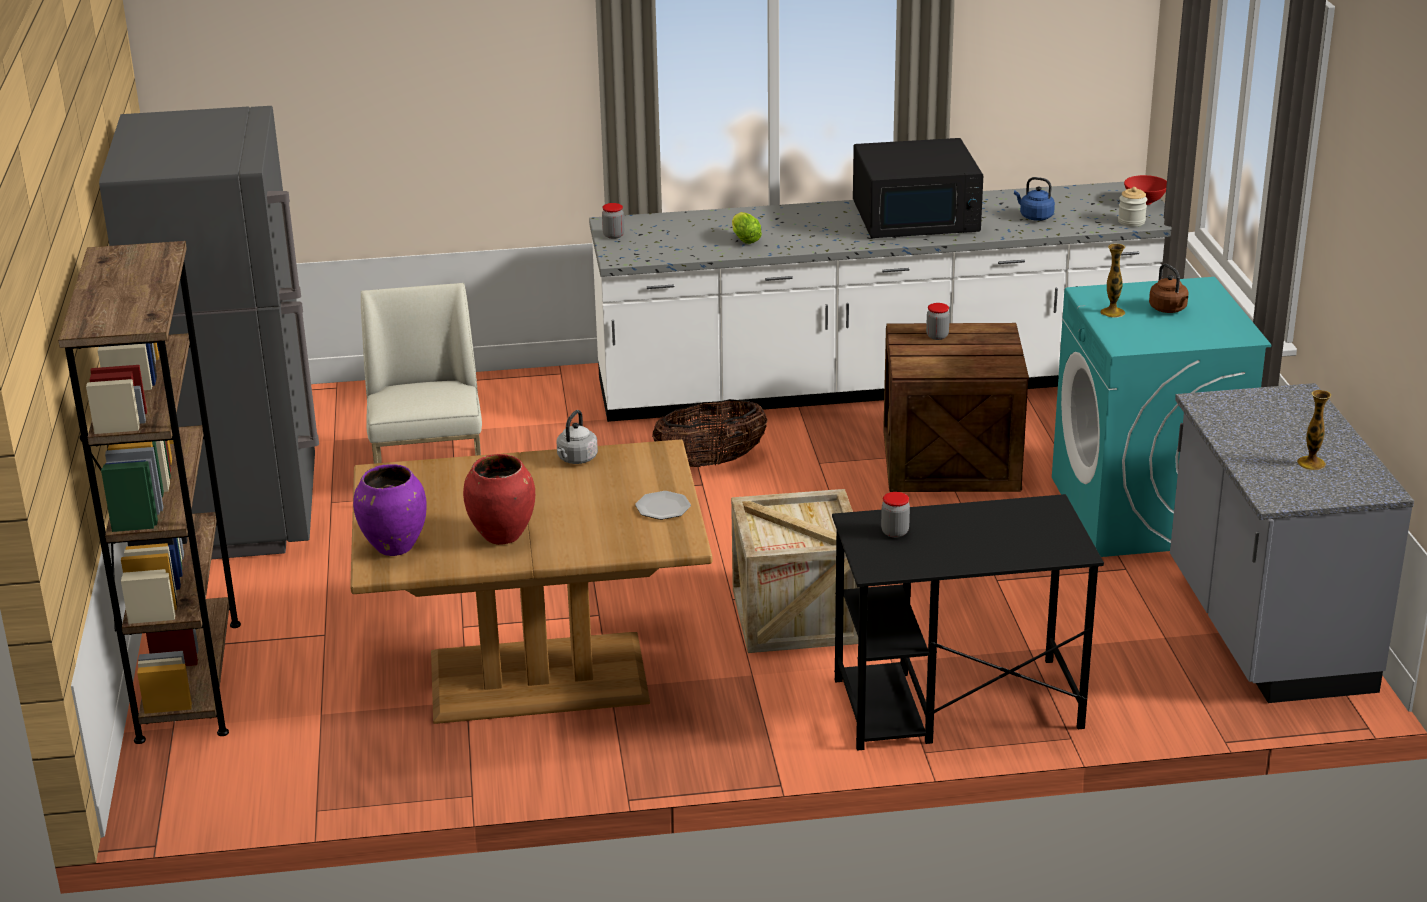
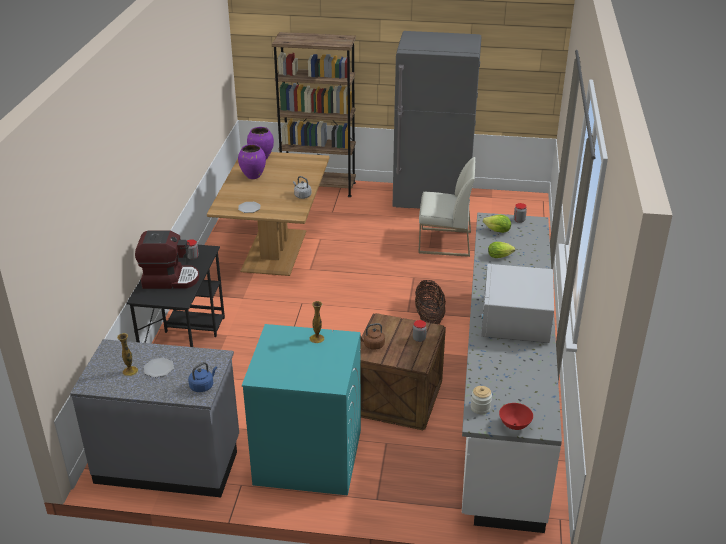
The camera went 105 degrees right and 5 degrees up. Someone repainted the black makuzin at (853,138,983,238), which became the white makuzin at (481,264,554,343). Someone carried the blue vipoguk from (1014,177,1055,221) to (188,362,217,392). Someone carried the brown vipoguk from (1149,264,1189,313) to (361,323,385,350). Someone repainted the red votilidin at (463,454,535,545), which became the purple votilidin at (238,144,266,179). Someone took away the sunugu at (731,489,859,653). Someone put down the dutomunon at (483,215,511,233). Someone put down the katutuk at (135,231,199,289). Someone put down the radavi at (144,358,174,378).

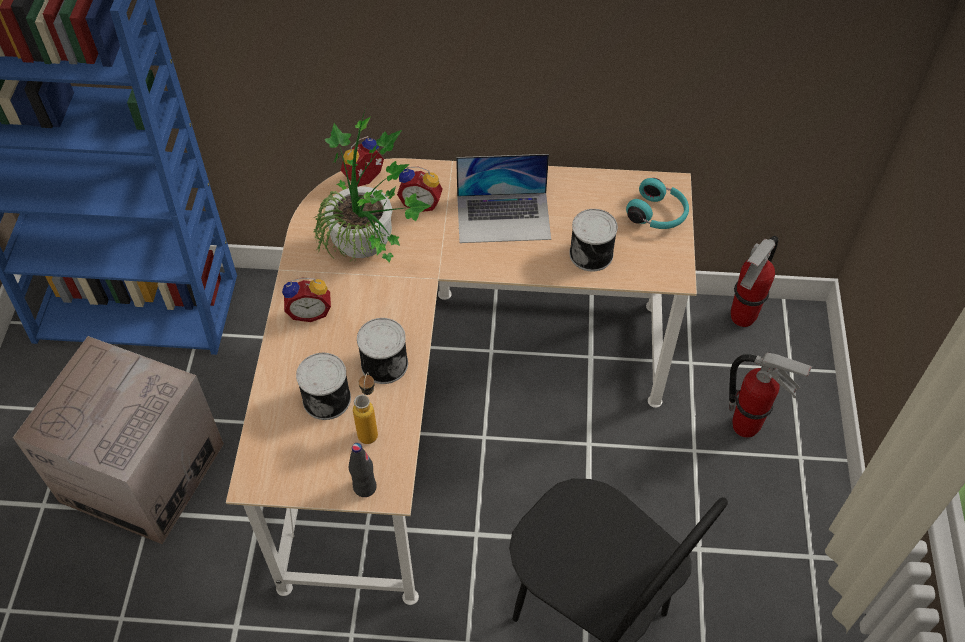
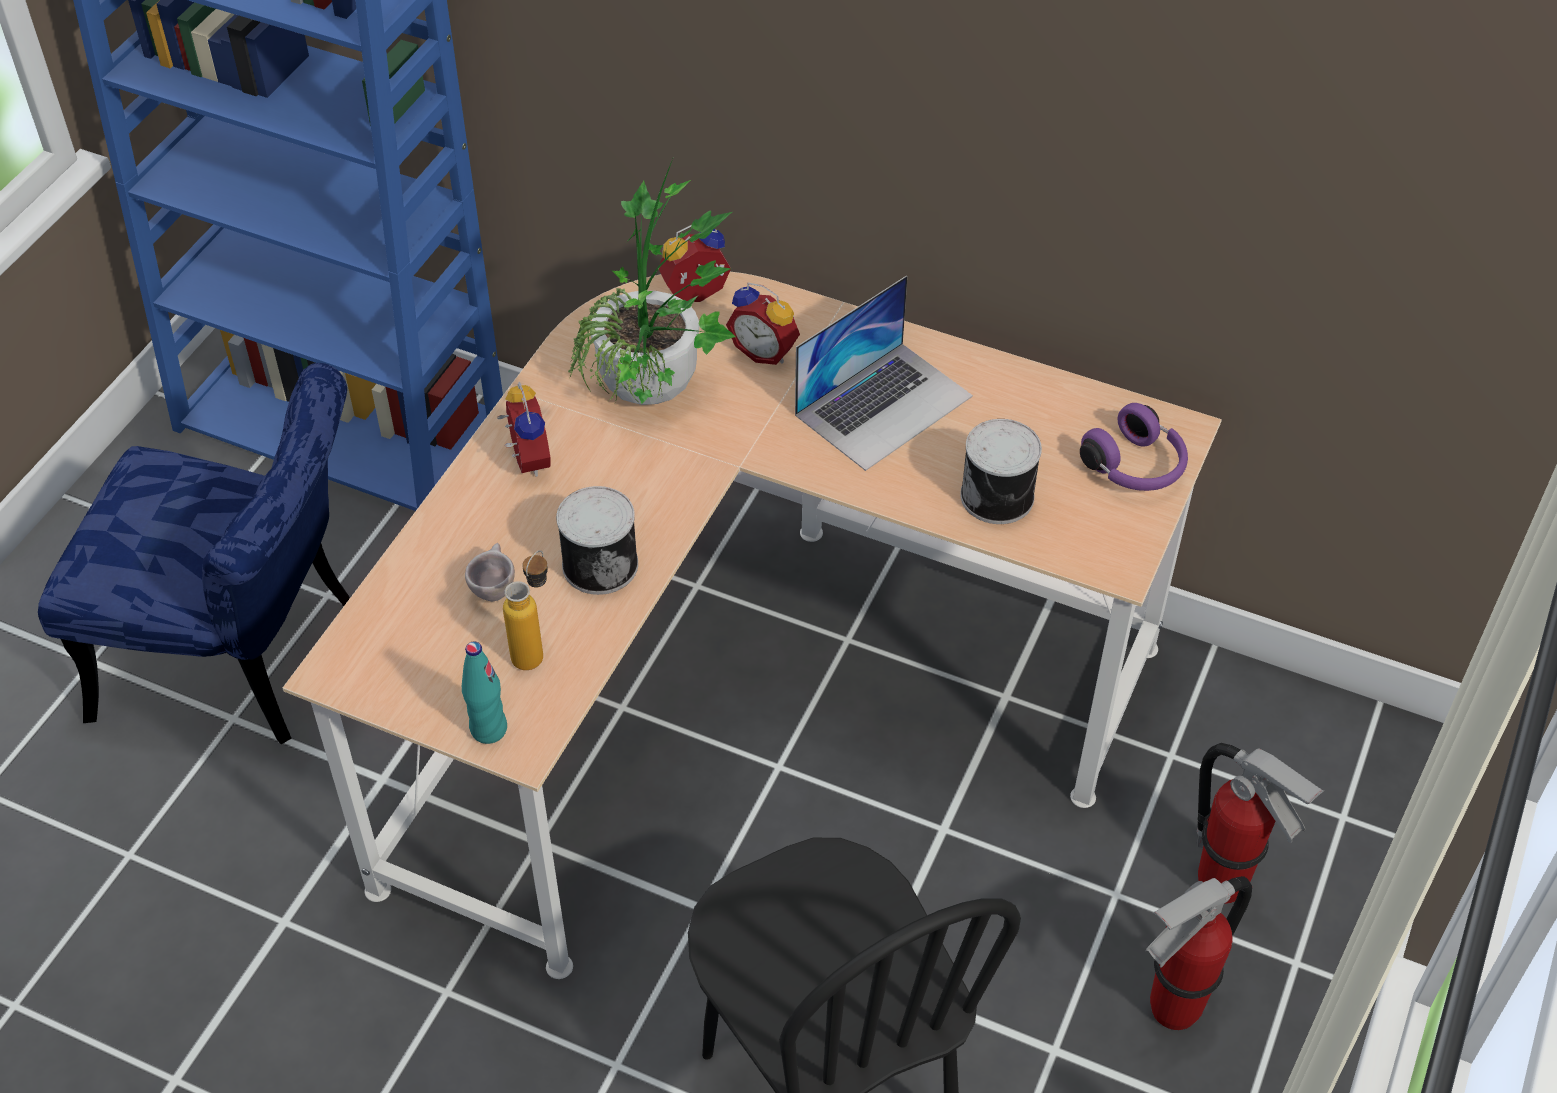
The camera went 20 degrees right and 5 degrees down. Someone rotated the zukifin at (456,154,551,243) by 60 degrees counterclockwise. Someone repainted the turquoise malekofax at (626,178,689,229), which became the purple malekofax at (1080,403,1188,491). Someone carried the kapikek from (731,236,778,327) to (1146,876,1252,1030). Someone rotated the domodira at (282,278,331,322) by 120 degrees counterclockwise. Someone swapped the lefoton at (13,336,224,544) for the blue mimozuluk at (38,363,350,744). Someone swapped the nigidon at (296,353,351,420) for the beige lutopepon at (465,543,515,601). Someone repainted the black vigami at (349,443,377,497), which became the turquoise vigami at (462,642,507,744).

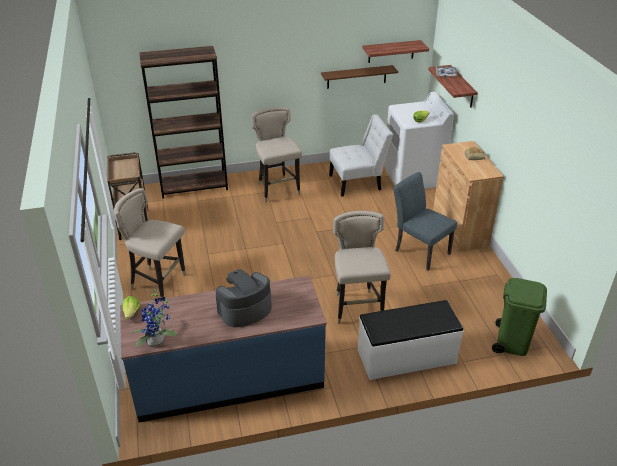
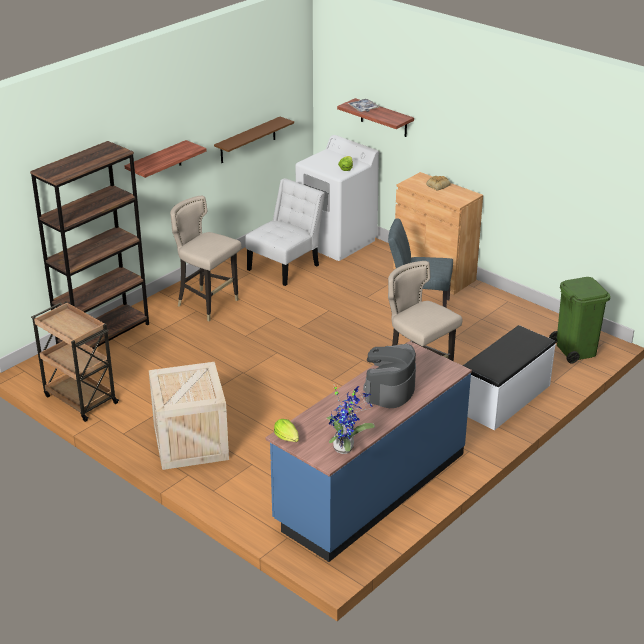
The camera went 35 degrees left and 5 degrees down. Someone carried the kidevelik from (363,40,429,63) to (125,140,207,178). Someone swapped the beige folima at (114,188,186,298) for the sunugu at (149,362,229,470).

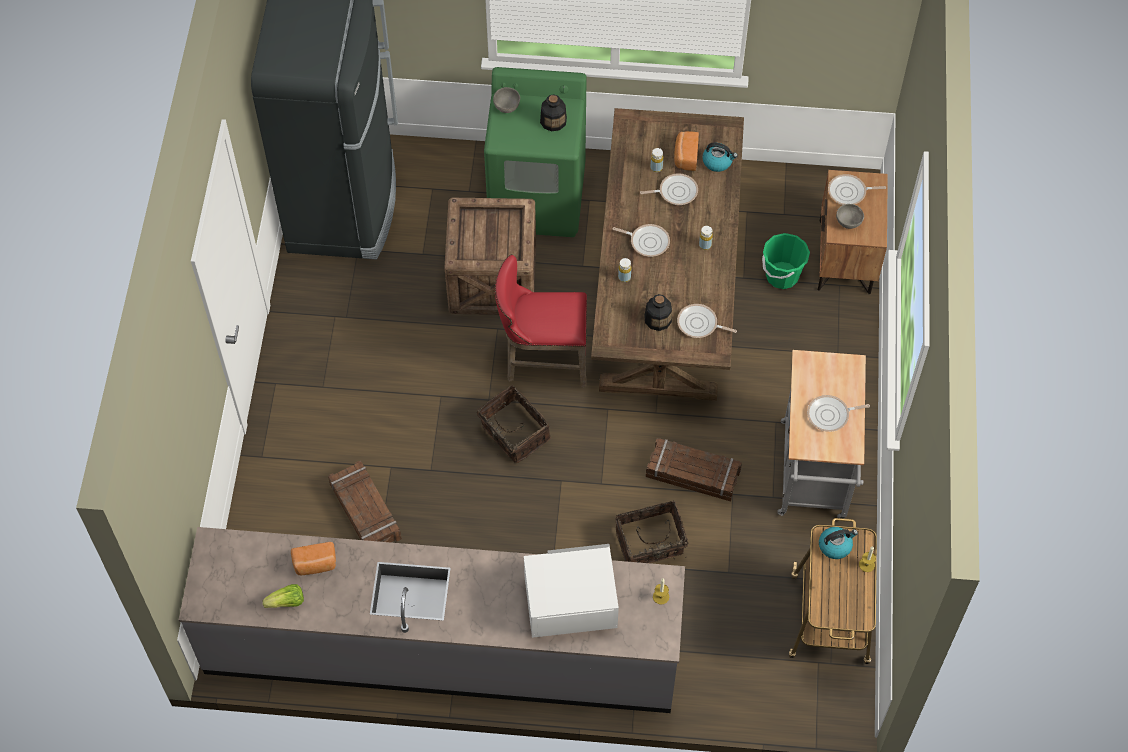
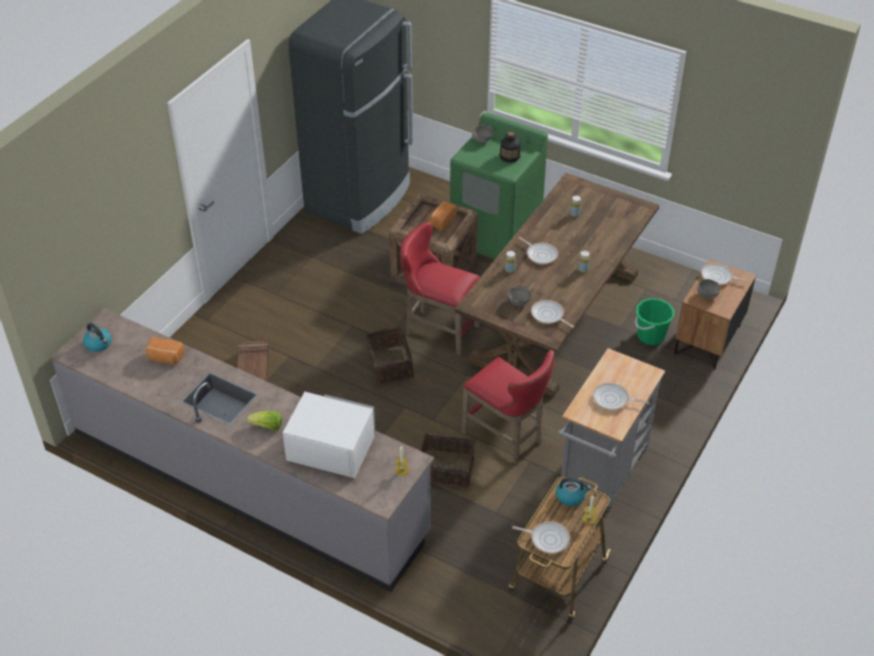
The camera went 25 degrees right and 15 degrees down. Someone carried the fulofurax from (674,131,699,171) to (430,201,457,231). Someone carried the vipoguk from (702,143,738,172) to (83,323,111,352). Someone carried the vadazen from (640,173,698,205) to (512,521,570,554). Someone swapped the vigami at (644,294,672,331) for the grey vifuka at (508,286,531,306). Someone swapped the sunugu at (646,438,742,501) for the red folima at (462,350,555,464). Someone carried the dutomunon from (263,584,304,608) to (247,411,282,431).

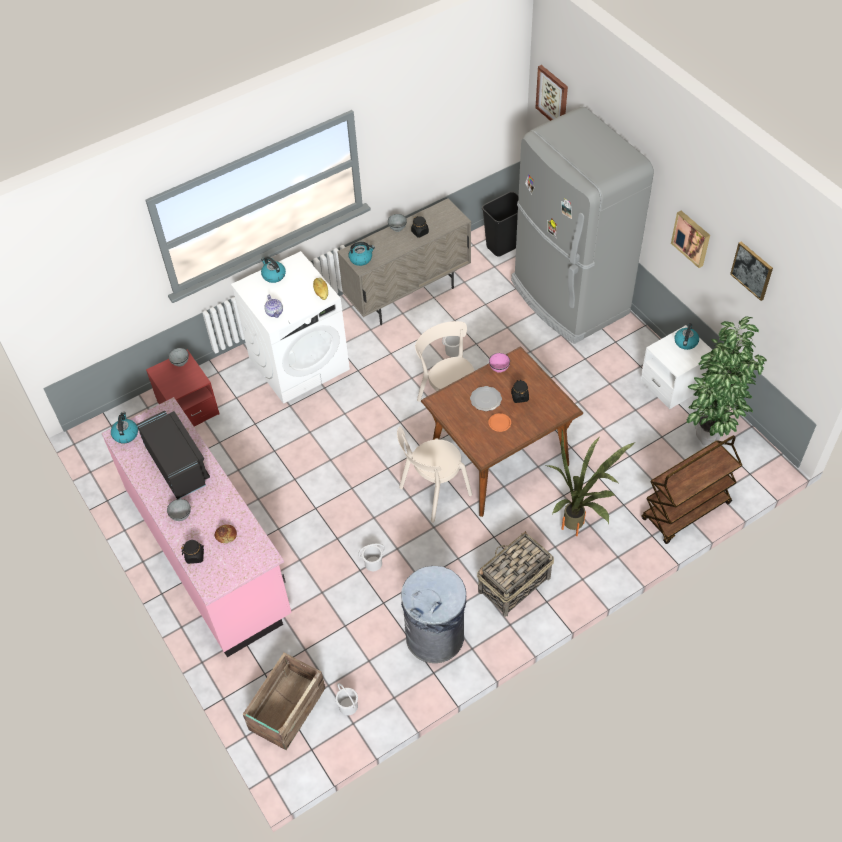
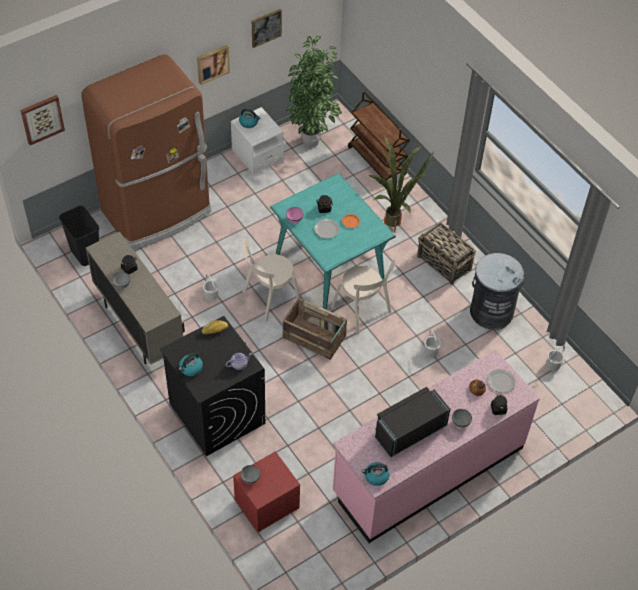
The camera went 95 degrees left and 0 degrees up. Someone repainted the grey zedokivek at (511,107,654,344), which became the brown zedokivek at (81,54,211,250). Someone took away the vipoguk at (348,242,375,266). Someone repainted the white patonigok at (231,251,350,404), which became the black patonigok at (160,316,265,456). Someone repainted the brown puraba at (421,346,583,517), which became the turquoise puraba at (270,173,396,310). Someone carried the sunugu from (243,653,325,750) to (283,298,347,360). Someone put down the radavi at (487,369,516,393).

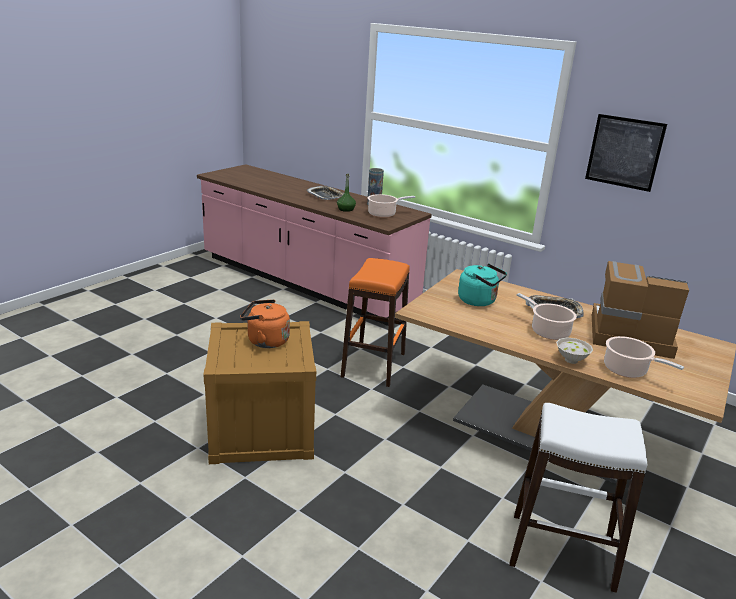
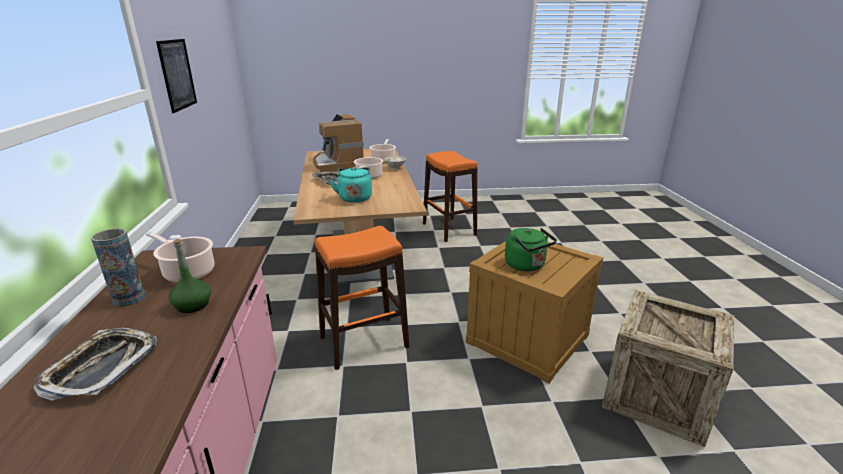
The camera went 130 degrees left and 0 degrees up. Someone repainted the orange vipoguk at (240,299,290,348), which became the green vipoguk at (505,228,557,271). Someone repainted the white folima at (509,403,647,593), which became the orange folima at (423,151,477,242). Someone put down the sunugu at (602,290,734,447).

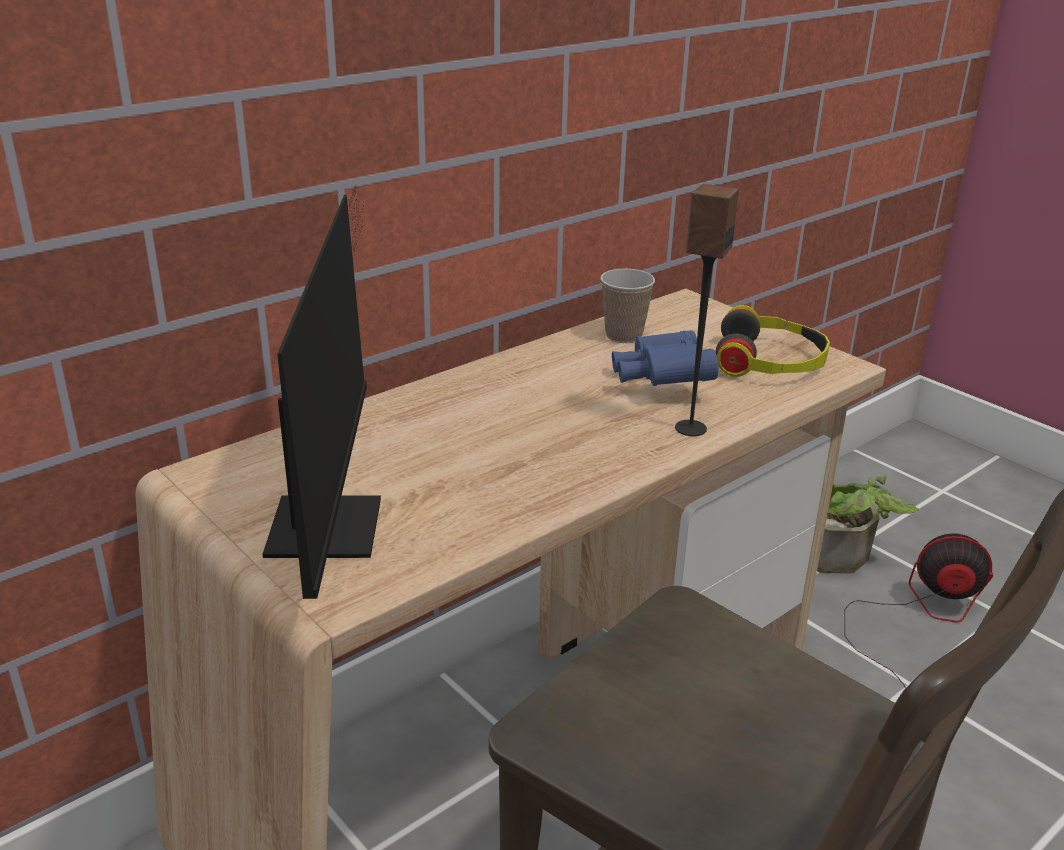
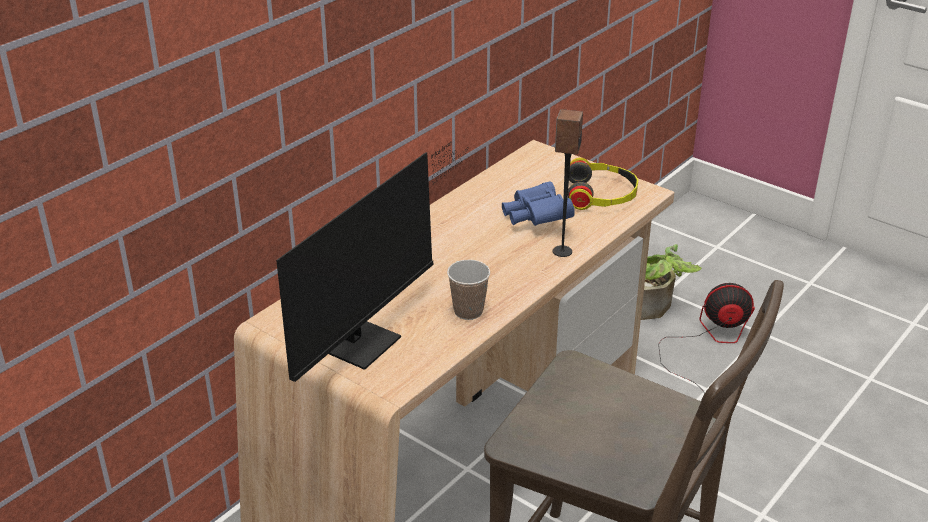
The camera went 10 degrees left and 5 degrees up. Someone rotated the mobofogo at (263,187,381,599) by 45 degrees clockwise. Someone carried the lutopepon from (600,269,655,343) to (447,260,490,320).

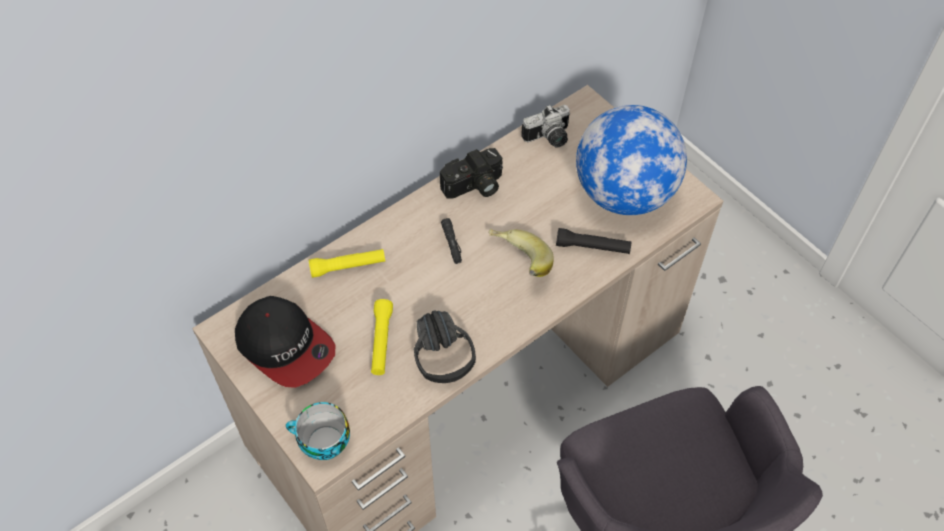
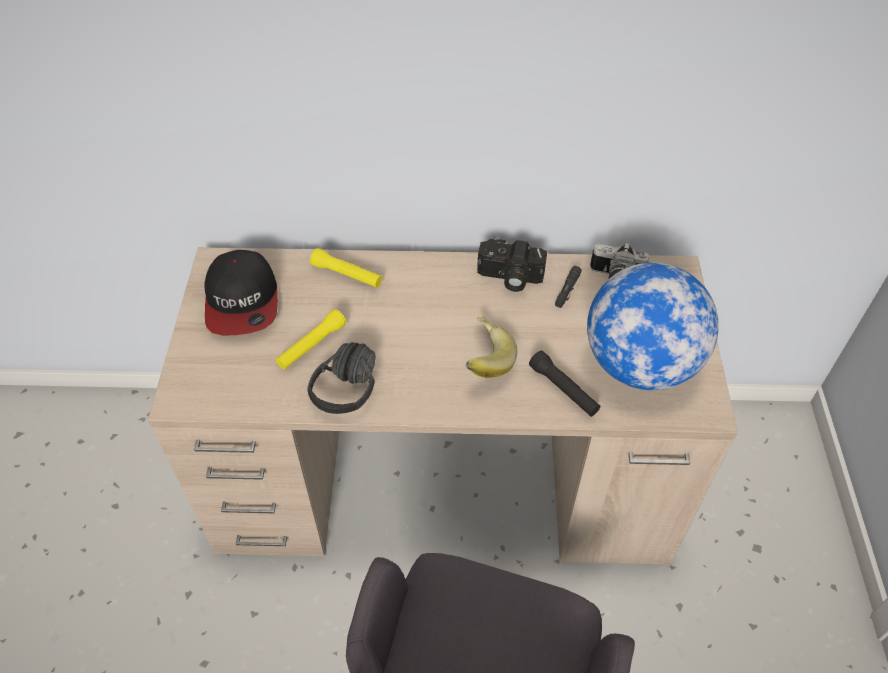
The camera went 40 degrees right and 5 degrees down. Someone carried the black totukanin from (441,218,462,264) to (555,266,582,308). Someone took away the lutopepon at (286,402,350,460).

